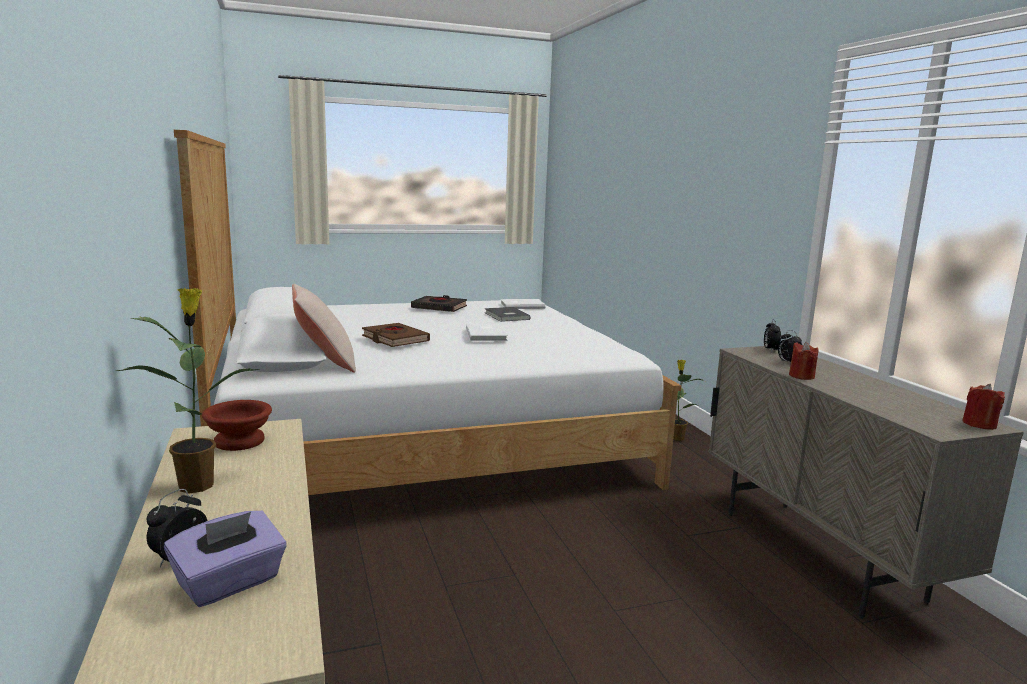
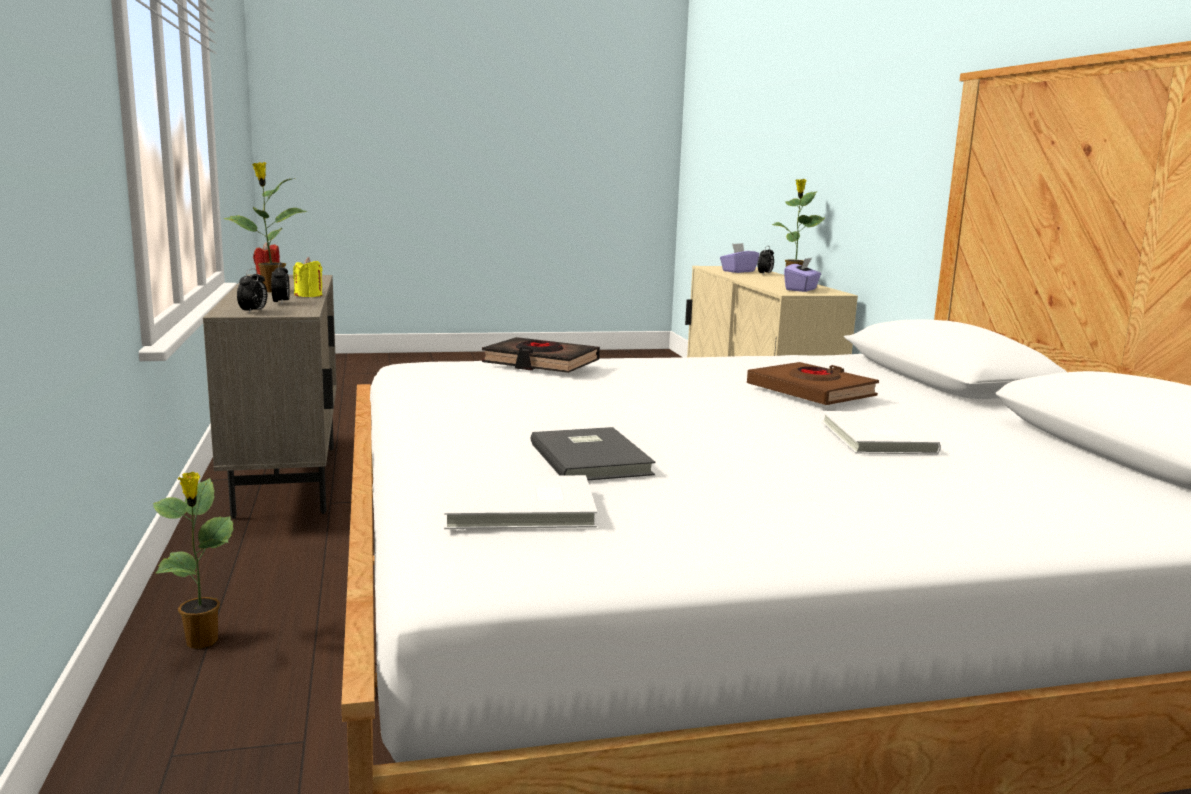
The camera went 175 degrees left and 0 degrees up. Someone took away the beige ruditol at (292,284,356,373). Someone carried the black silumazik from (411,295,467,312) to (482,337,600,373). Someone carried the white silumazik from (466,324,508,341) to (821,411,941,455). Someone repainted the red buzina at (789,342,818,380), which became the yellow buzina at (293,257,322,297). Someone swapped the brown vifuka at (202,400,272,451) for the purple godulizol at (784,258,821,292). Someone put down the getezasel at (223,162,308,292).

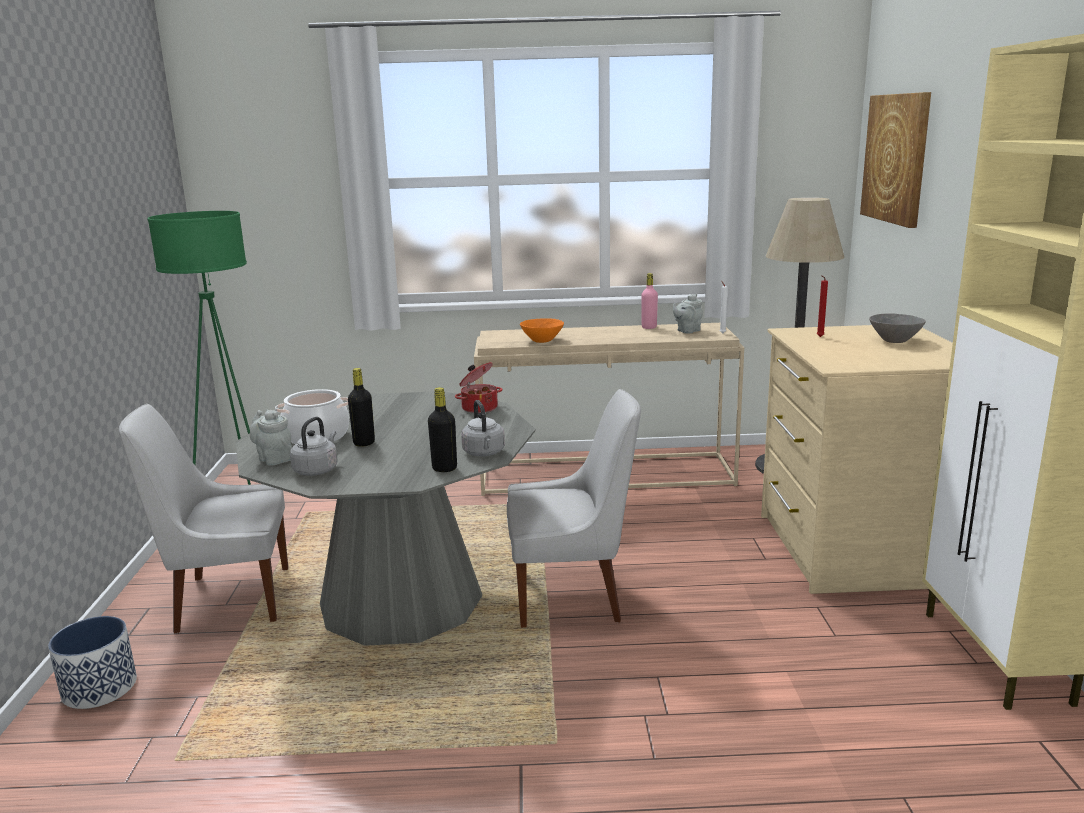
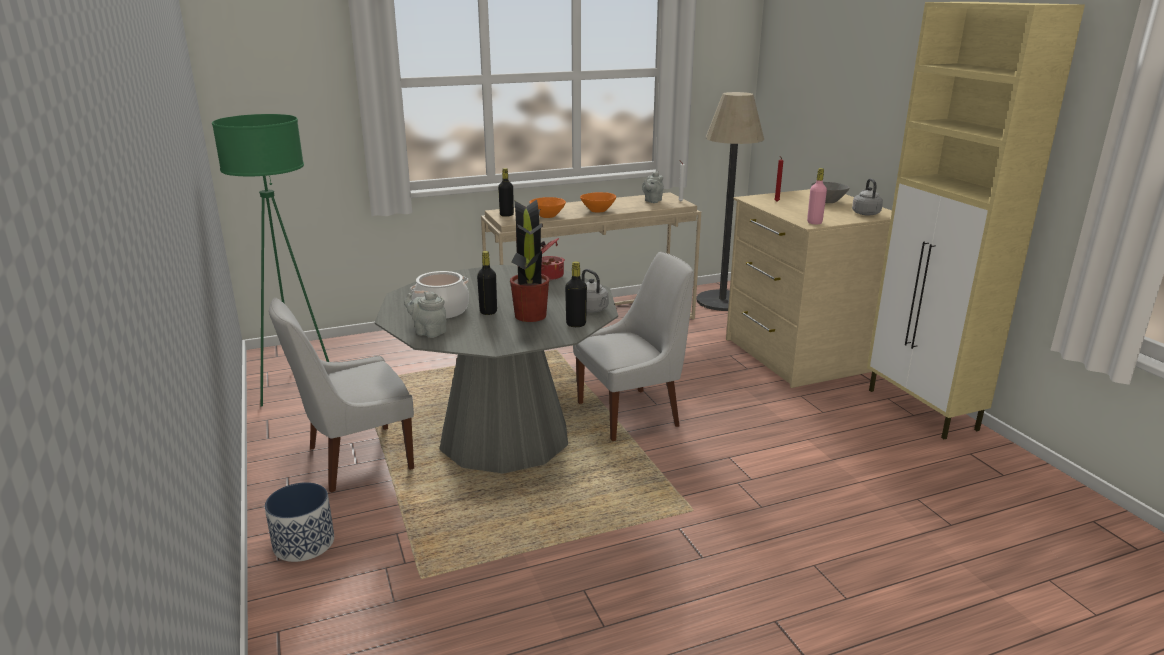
The camera went 20 degrees left and 5 degrees up. Someone took away the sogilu at (860,92,931,228). Someone carried the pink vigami from (641,273,658,329) to (807,168,827,225). Someone carried the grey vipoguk from (290,417,338,476) to (852,178,883,216). Someone put down the black vigami at (498,168,514,217). Someone put down the orange vifuka at (580,192,616,212). Someone put down the getezasel at (510,200,550,322).

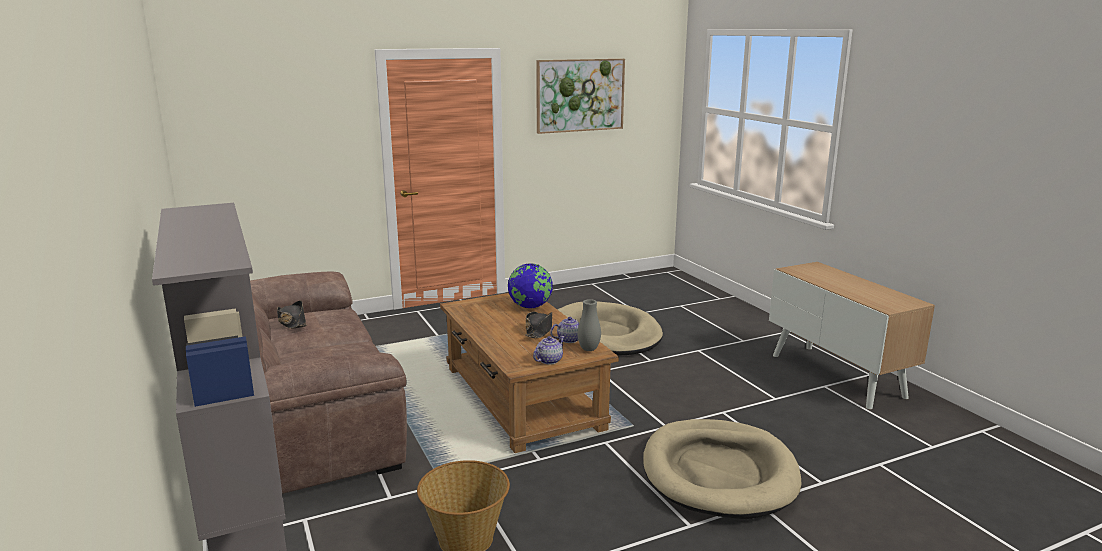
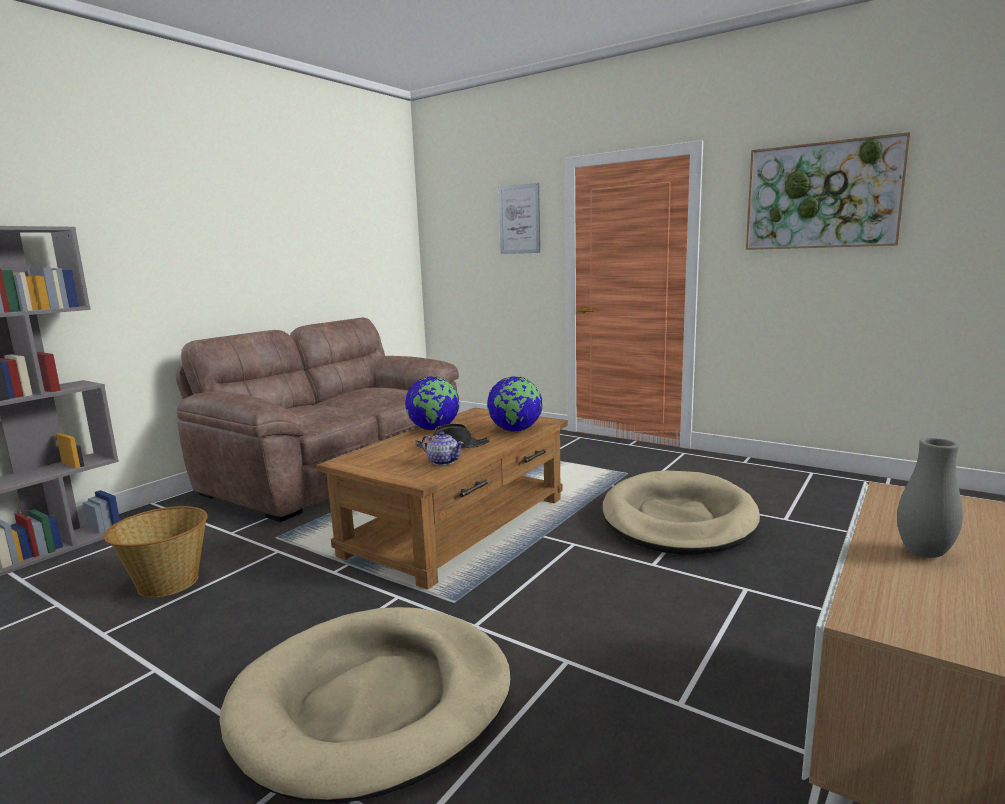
The camera went 60 degrees right and 5 degrees down. Someone carried the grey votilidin from (578,299,601,351) to (897,438,963,558). Someone took away the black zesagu at (277,301,307,329). Someone took away the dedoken at (533,336,565,365). Someone put up the sogilu at (498,183,540,254). Someone put down the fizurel at (405,376,459,430).

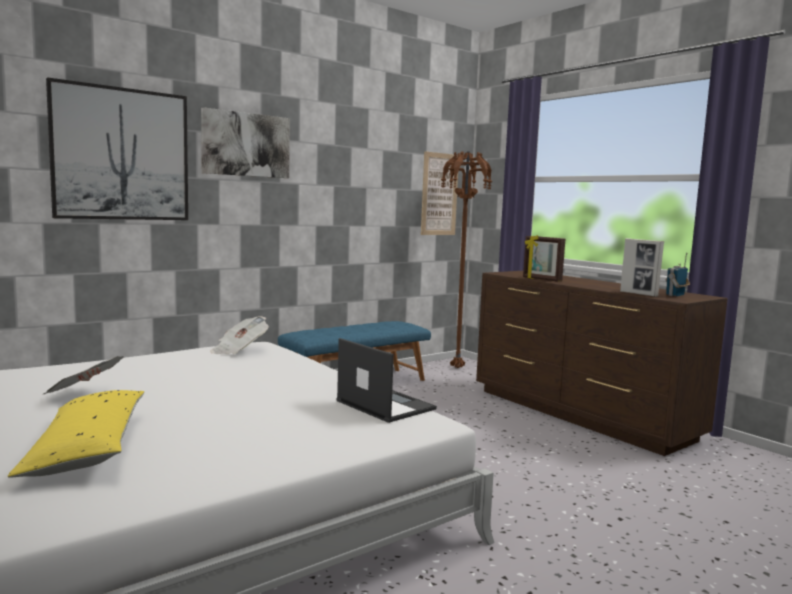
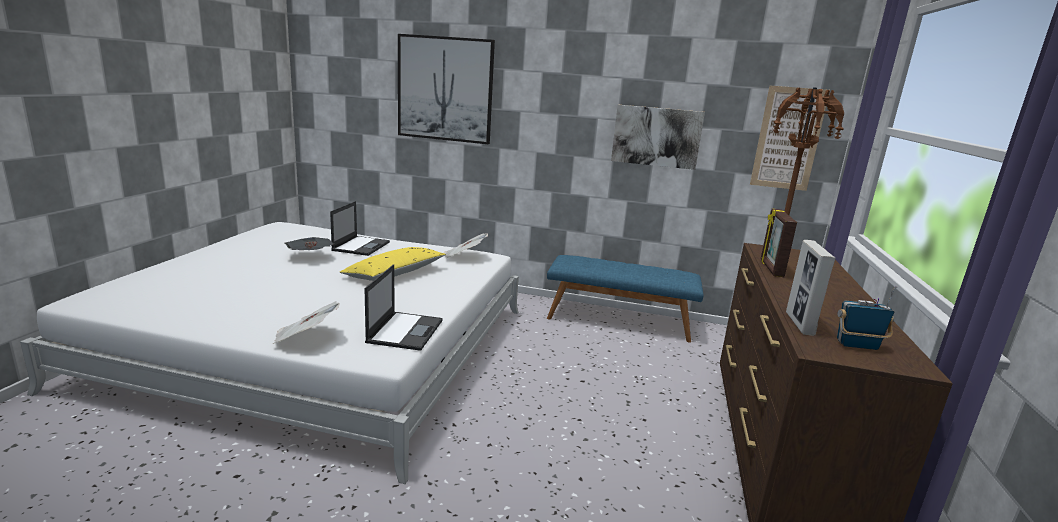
The camera went 50 degrees right and 10 degrees up. Someone carried the sogilu from (201,107,290,178) to (611,105,705,170). Someone carried the yellow ruditol from (7,390,145,478) to (339,247,446,281). Someone put down the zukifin at (330,201,390,256). Someone put down the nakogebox at (273,301,340,344).

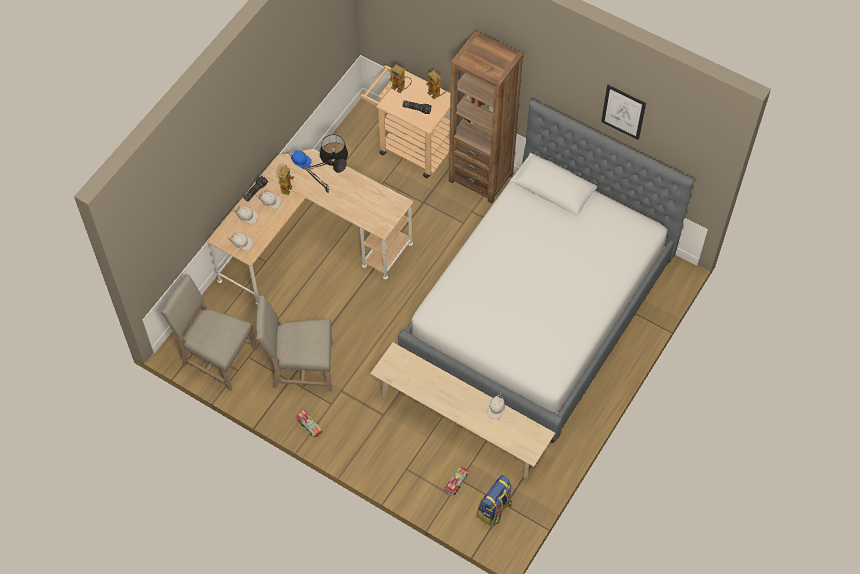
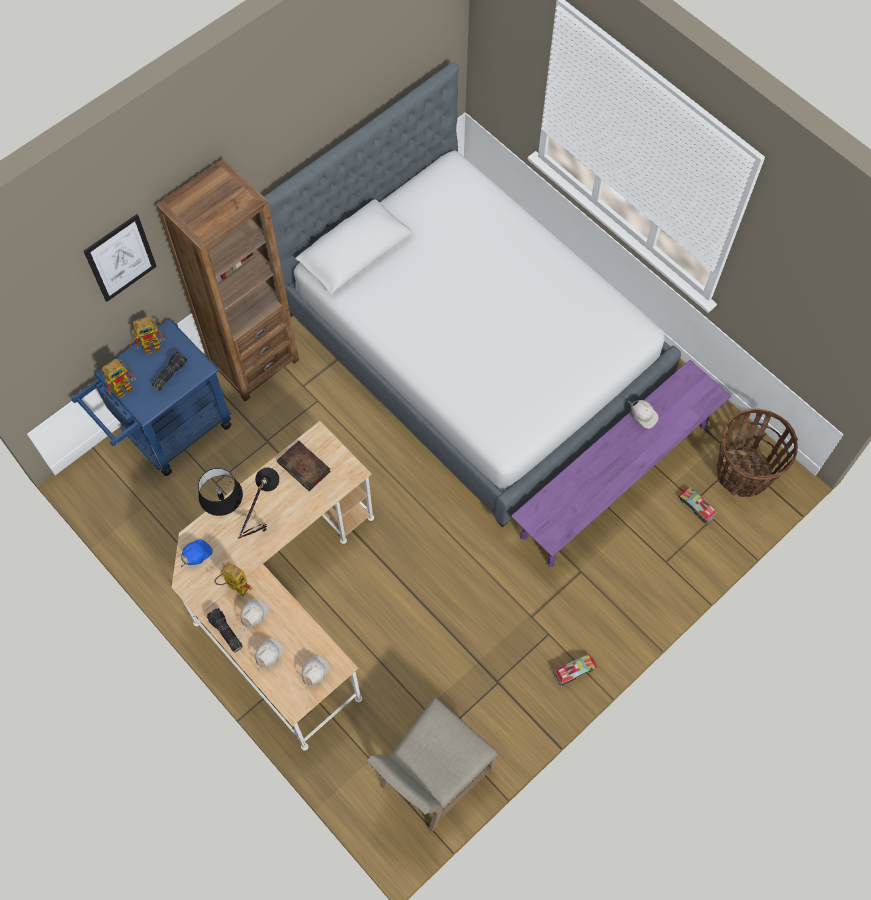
The camera went 75 degrees left and 5 degrees up. Someone repainted the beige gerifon at (360,65,450,178), which became the blue gerifon at (71,319,231,476). Someone carried the sogilu from (601,85,646,140) to (84,214,157,302). Someone took away the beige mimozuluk at (256,295,333,391). Someone repainted the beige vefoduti at (370,342,555,478), which became the purple vefoduti at (511,360,731,567). Someone swapped the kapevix at (477,475,512,527) for the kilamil at (717,409,798,497). Someone put down the silumazik at (277,441,331,491).

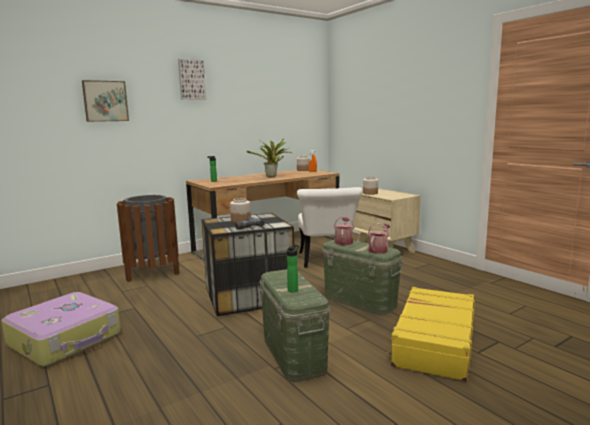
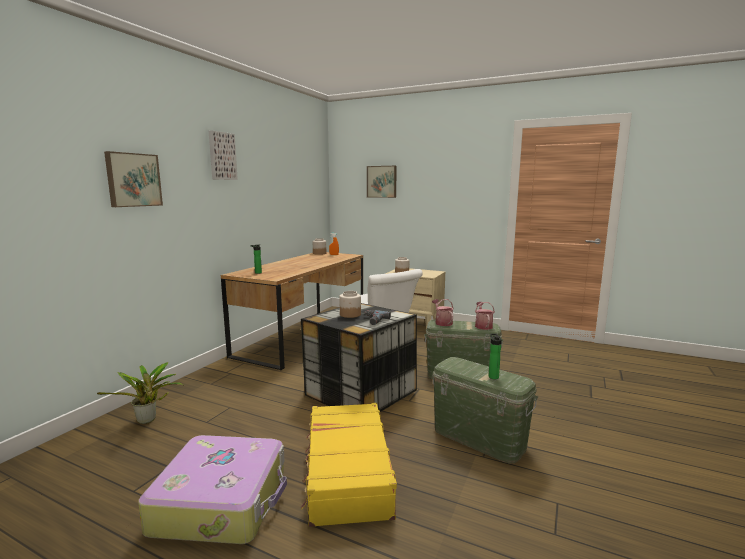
The camera went 30 degrees left and 0 degrees up. Someone carried the getezasel from (247,139,293,177) to (97,362,183,424). Someone took away the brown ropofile at (117,195,179,282). Someone carried the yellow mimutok from (387,287,475,382) to (301,403,397,527). Someone put up the sogilu at (367,166,397,198).

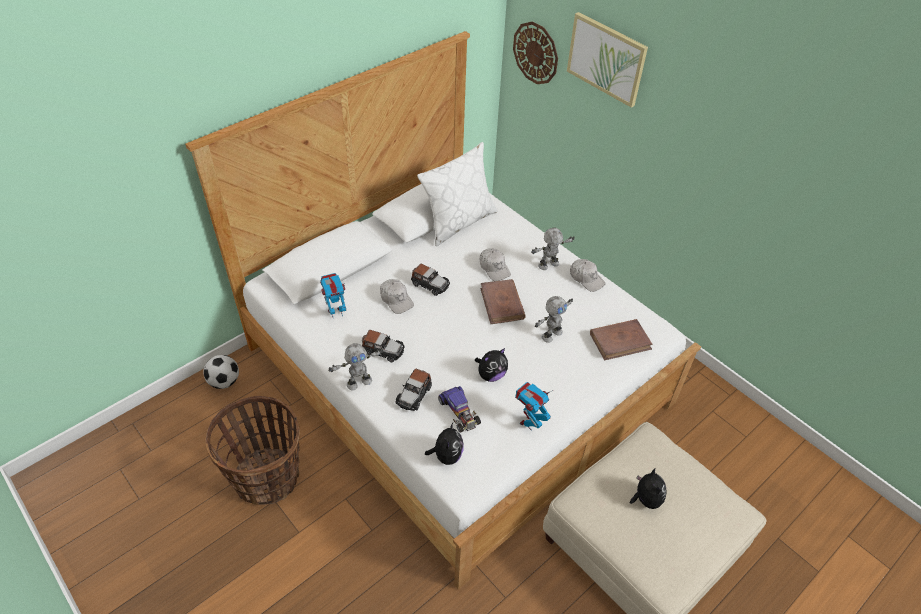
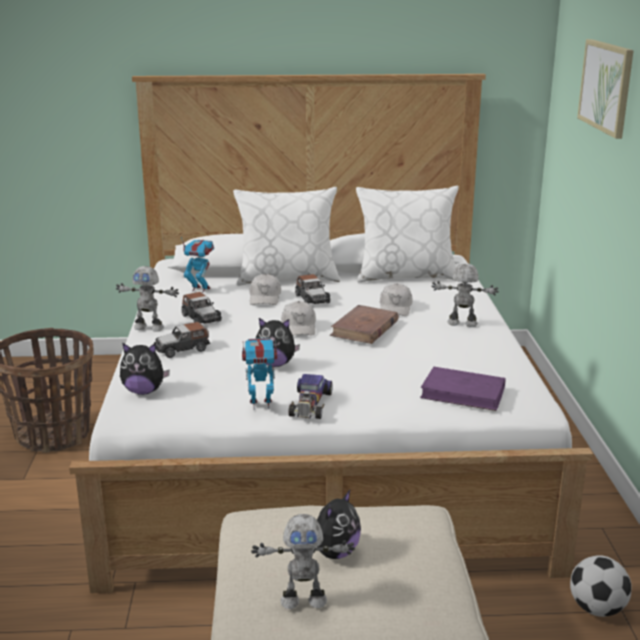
The camera went 40 degrees right and 25 degrees down. Someone took away the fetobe at (513,21,558,84). Someone carried the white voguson from (570,259,606,292) to (281,301,316,336). Someone carried the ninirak from (535,296,573,343) to (251,514,355,609). Someone repainted the brown silumazik at (590,319,652,360), which became the purple silumazik at (420,367,505,411). Someone carried the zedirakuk from (203,355,239,389) to (570,555,632,617). Someone carried the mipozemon from (438,386,481,433) to (288,374,333,419). Someone rotated the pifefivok at (425,423,464,465) by 45 degrees clockwise. Someone put down the white ruditol at (233,187,340,286).

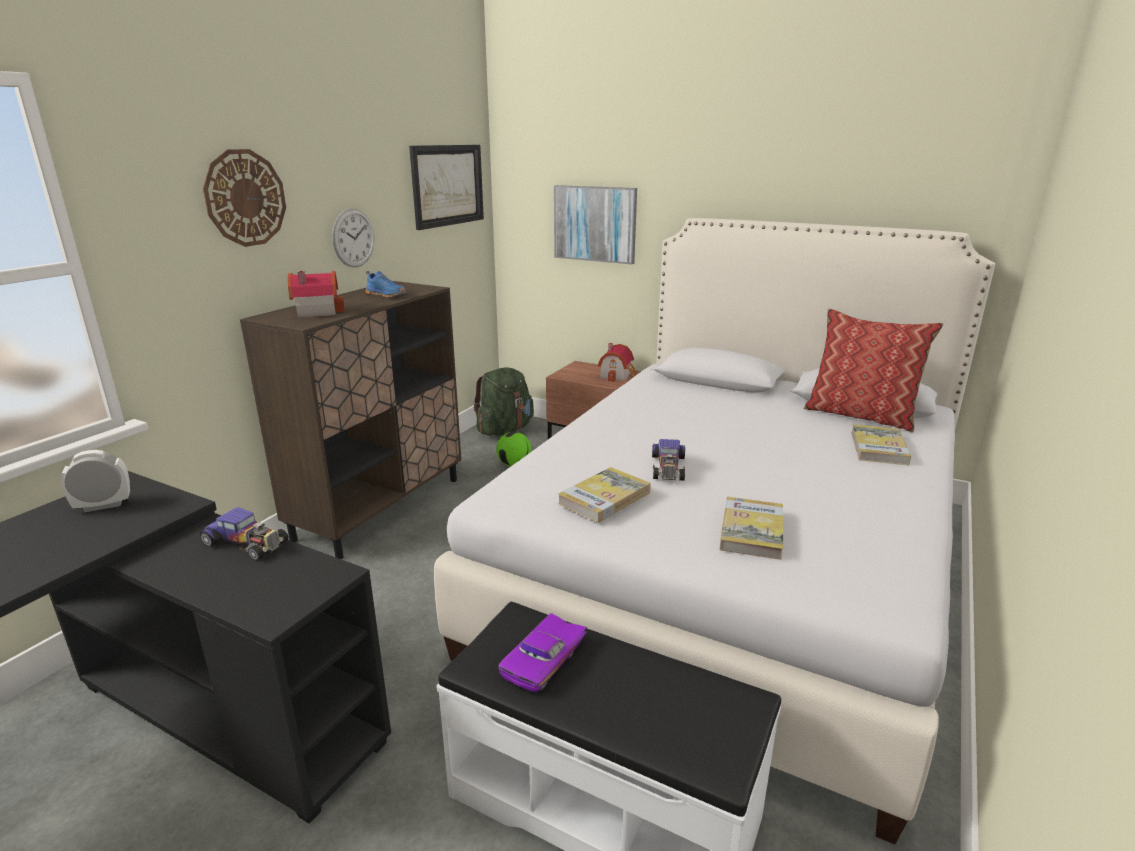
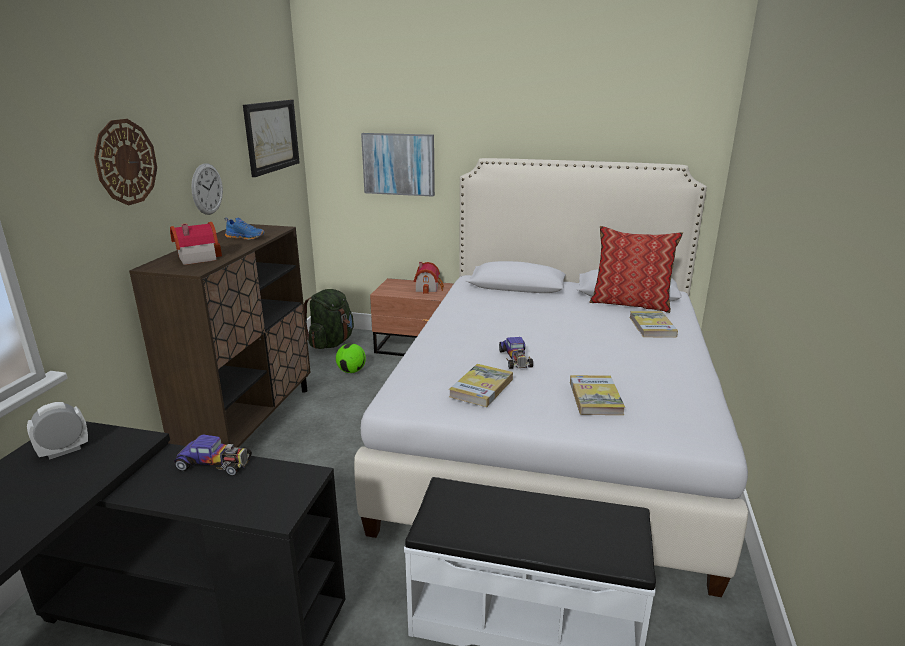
The camera went 15 degrees left and 0 degrees up. Someone took away the purple mipozemon at (499,613,587,692).

